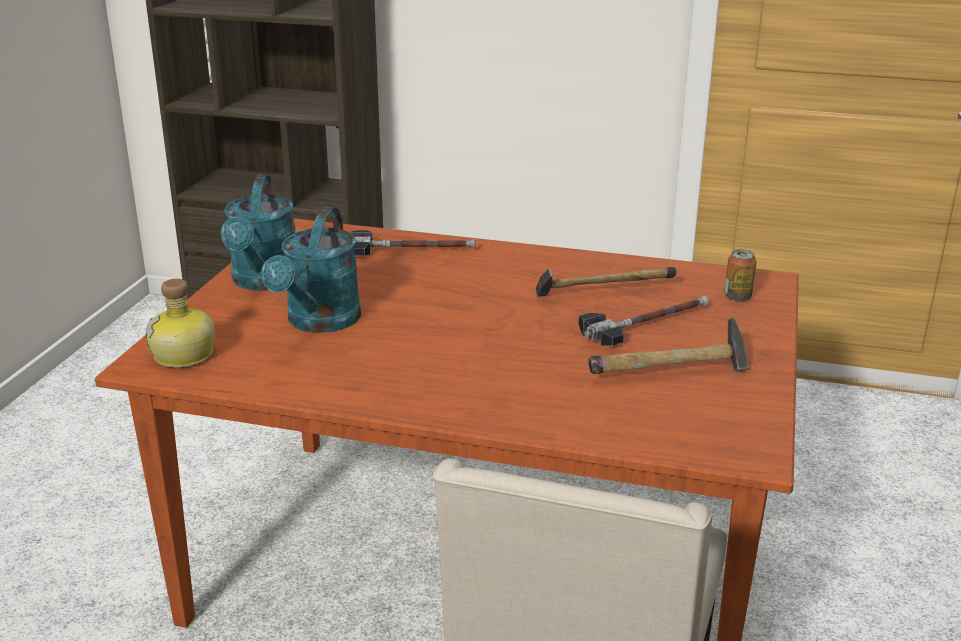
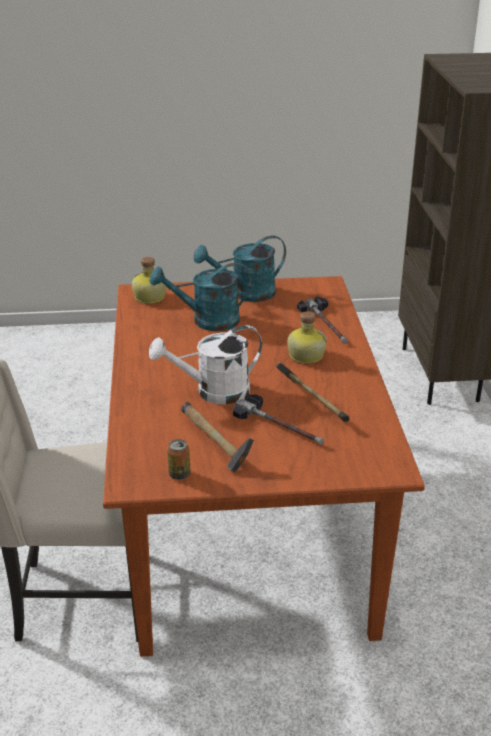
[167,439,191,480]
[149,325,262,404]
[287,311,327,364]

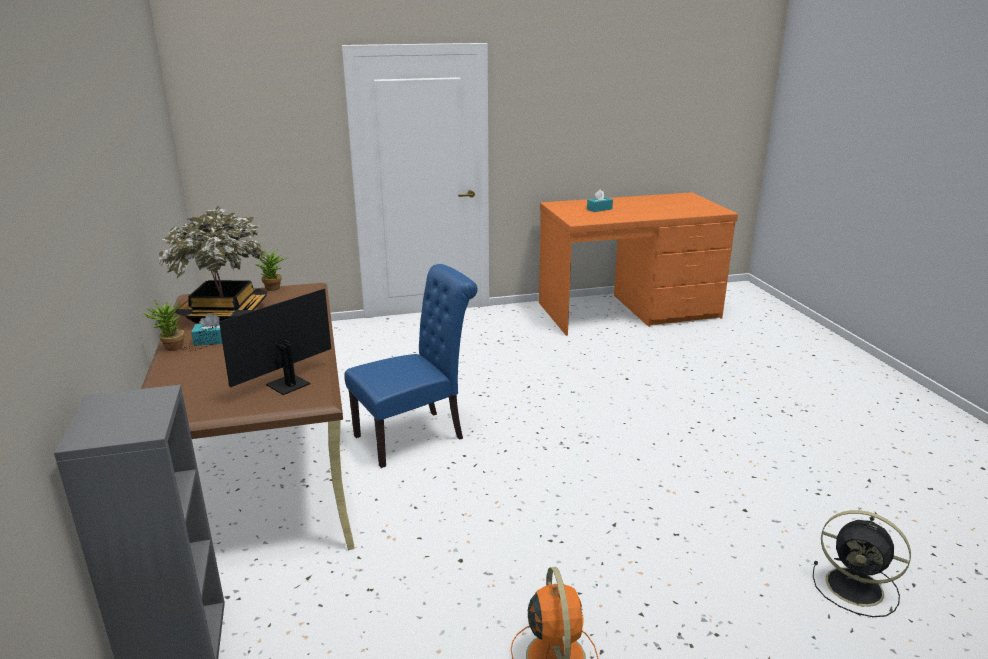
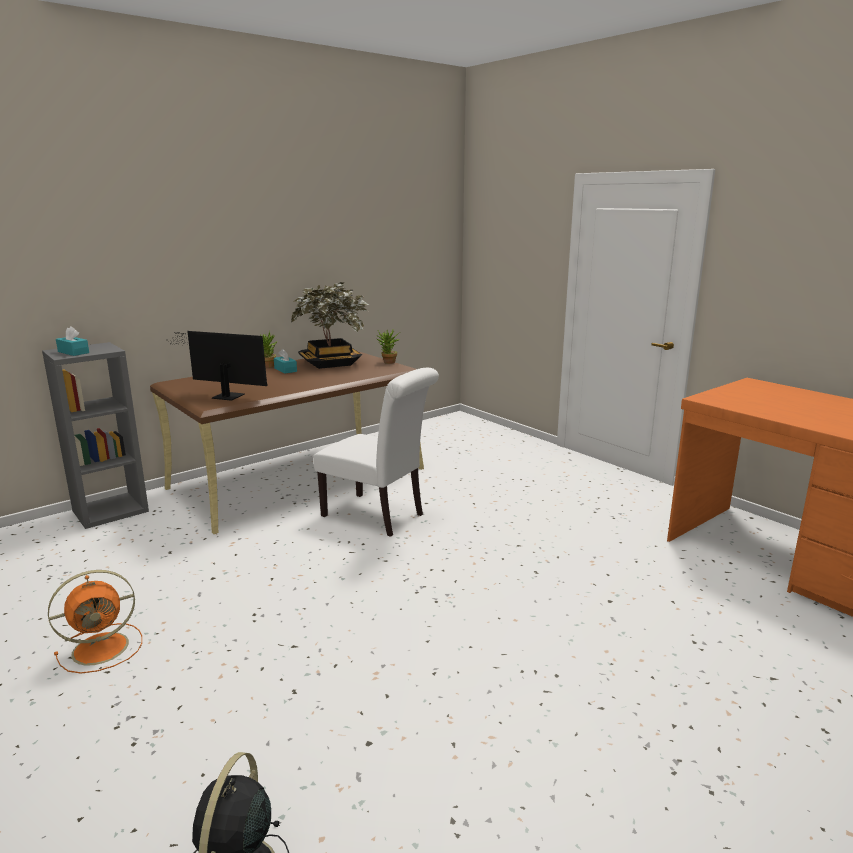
[313,368,439,537]
[56,326,89,356]

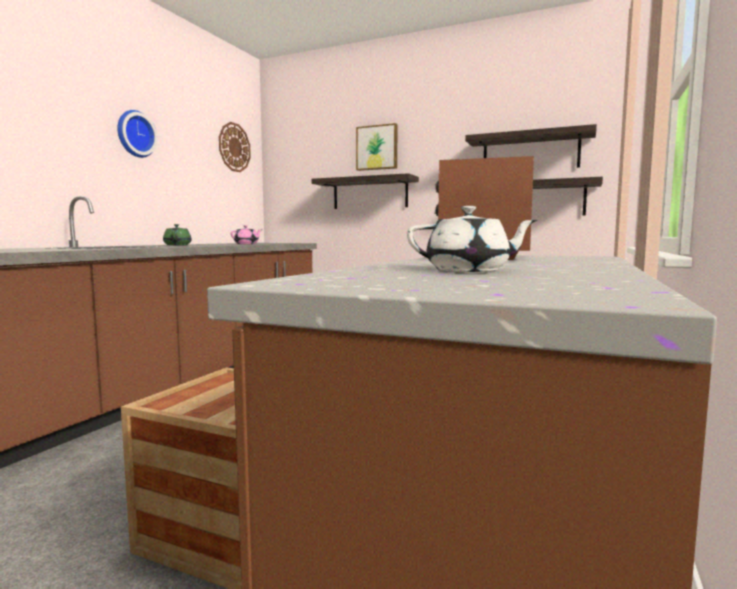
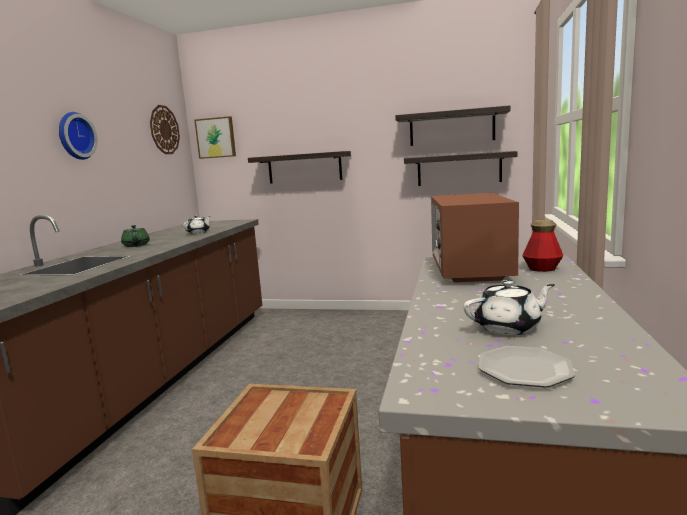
[183,215,210,234]
[194,116,236,159]
[479,346,575,387]
[522,219,563,272]

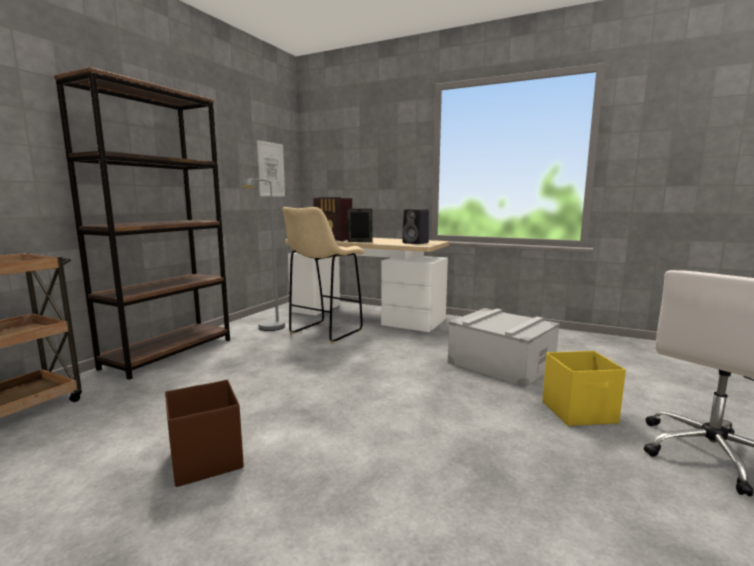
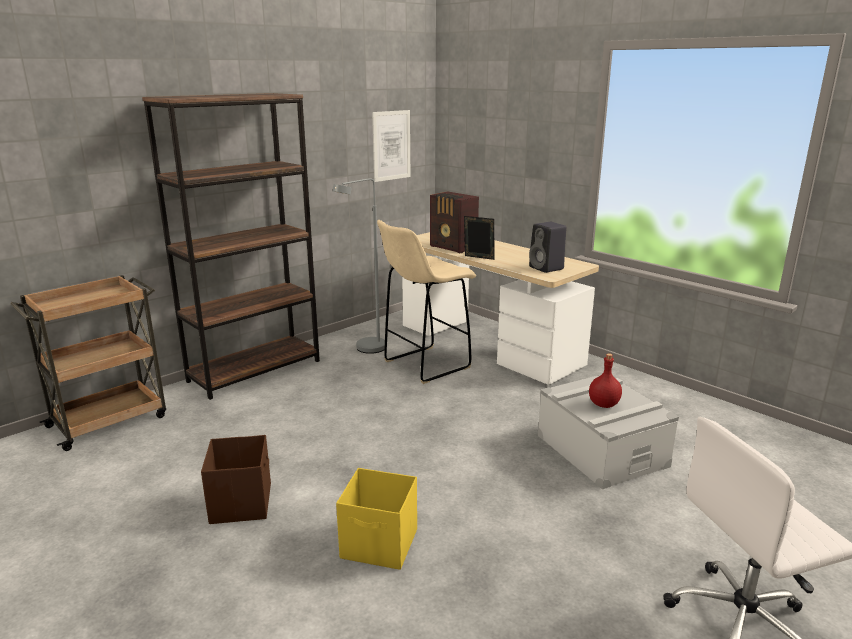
[336,468,417,570]
[589,353,622,408]

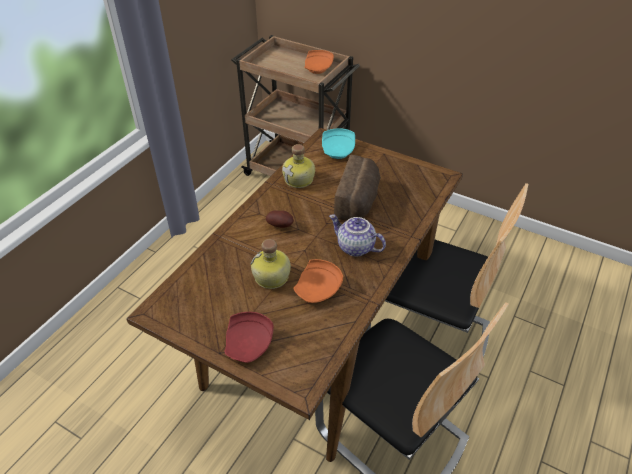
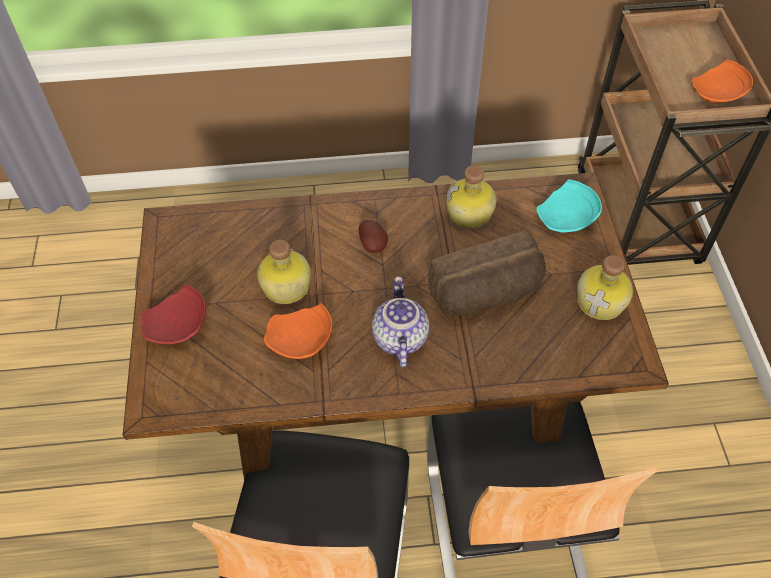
[577,255,633,320]

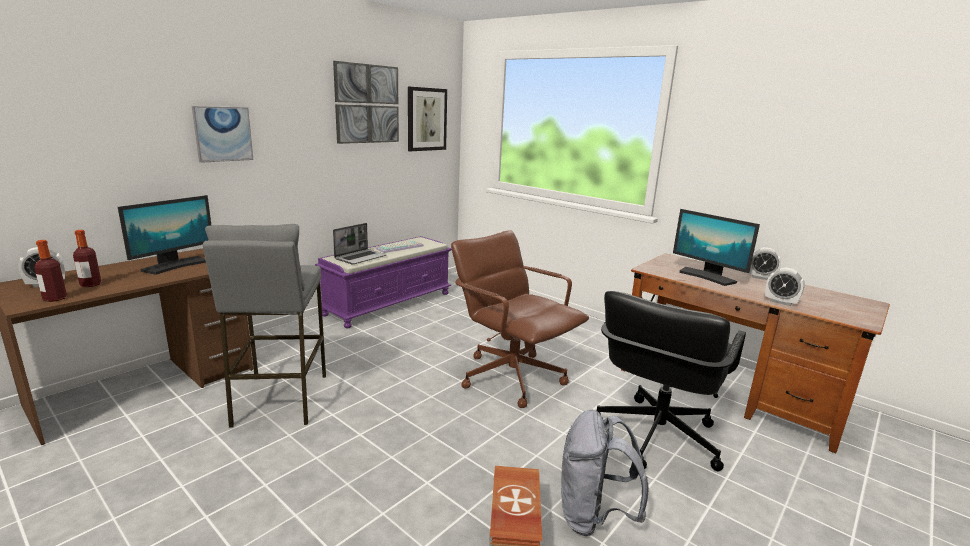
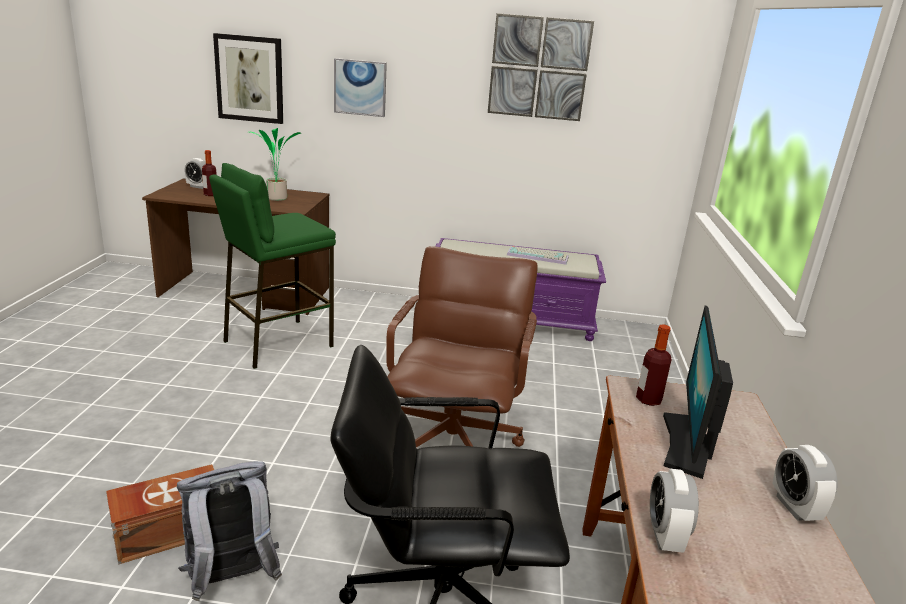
[636,324,672,406]
[251,128,301,201]
[209,163,336,369]
[333,223,386,264] (first image)
[213,33,283,124]

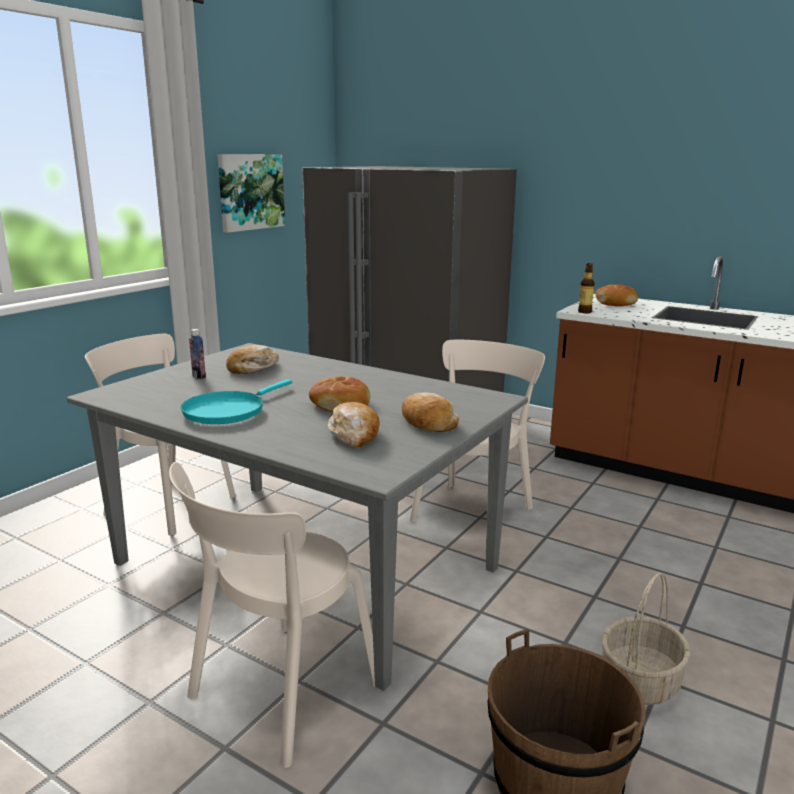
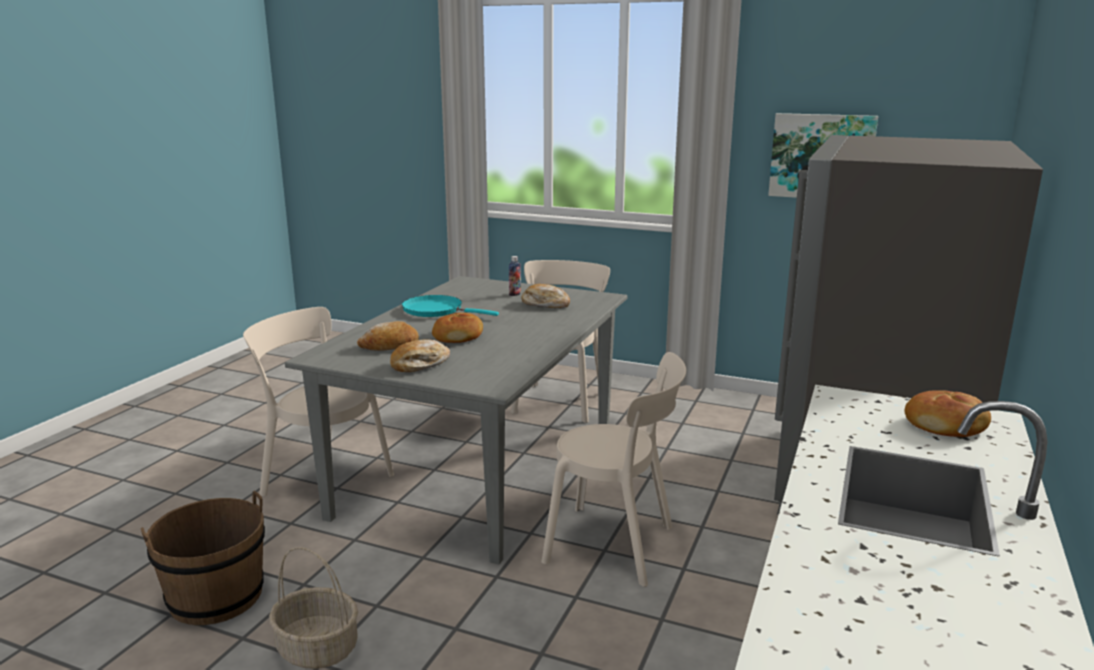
[578,263,595,313] (first image)

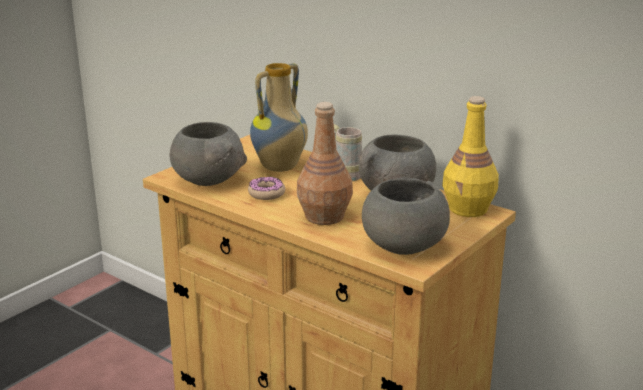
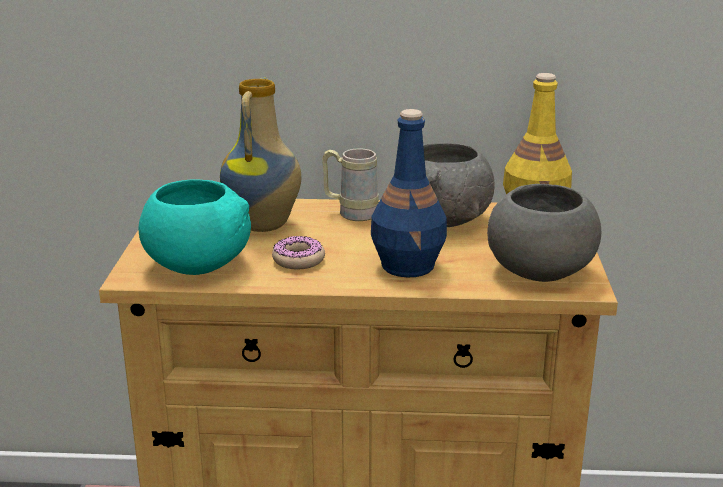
[139,180,251,275]
[371,109,447,277]

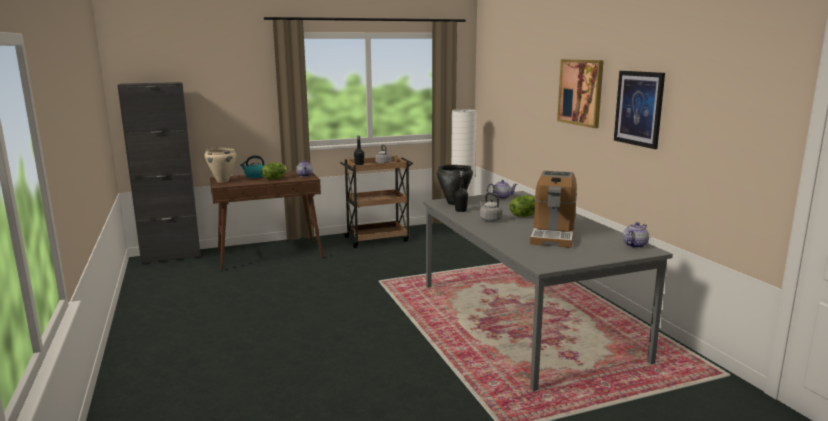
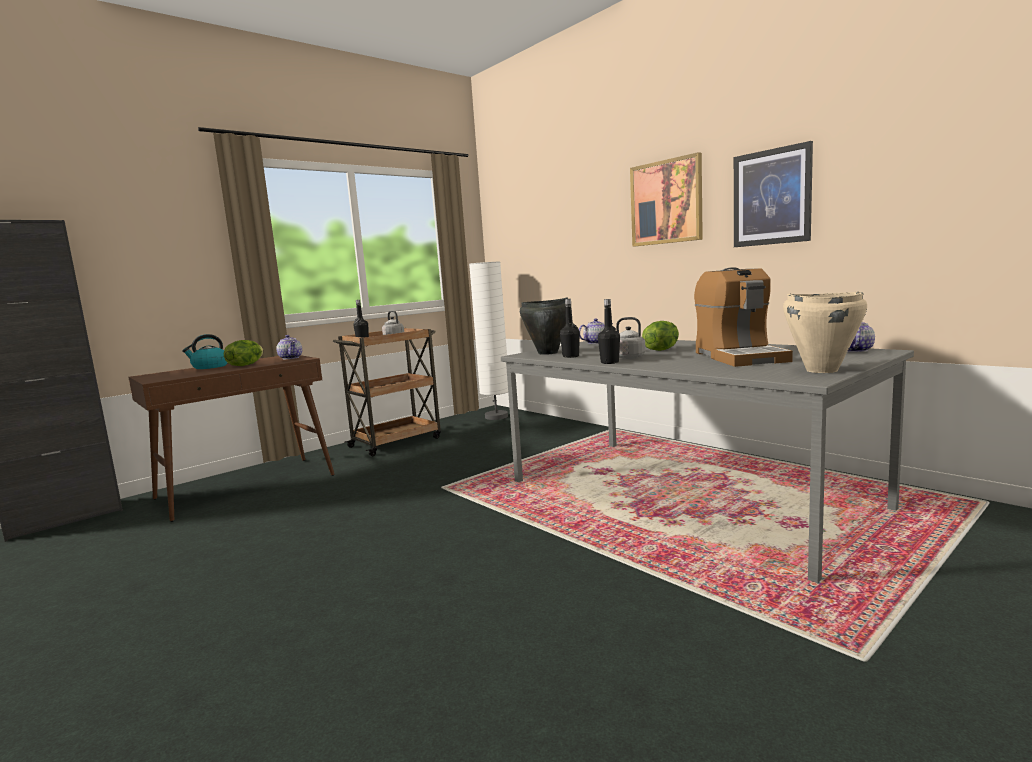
[783,292,867,373]
[598,299,620,364]

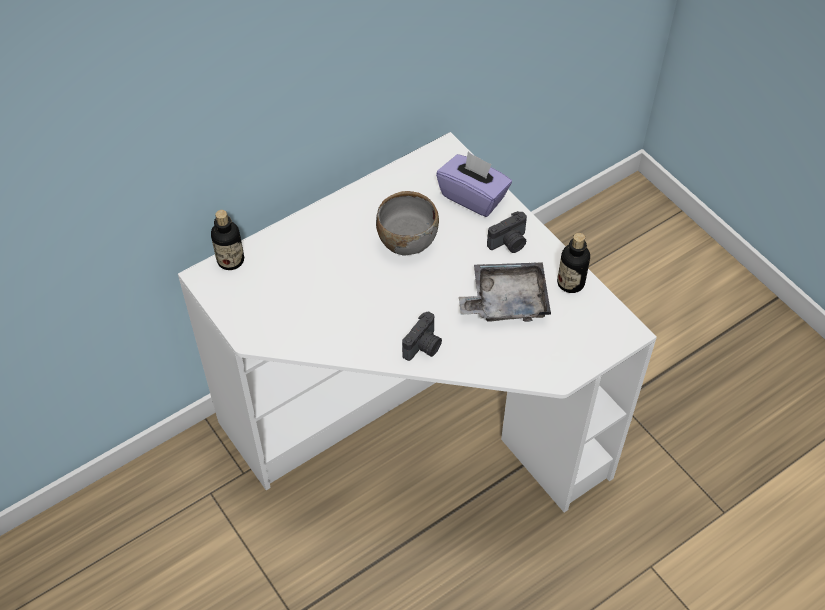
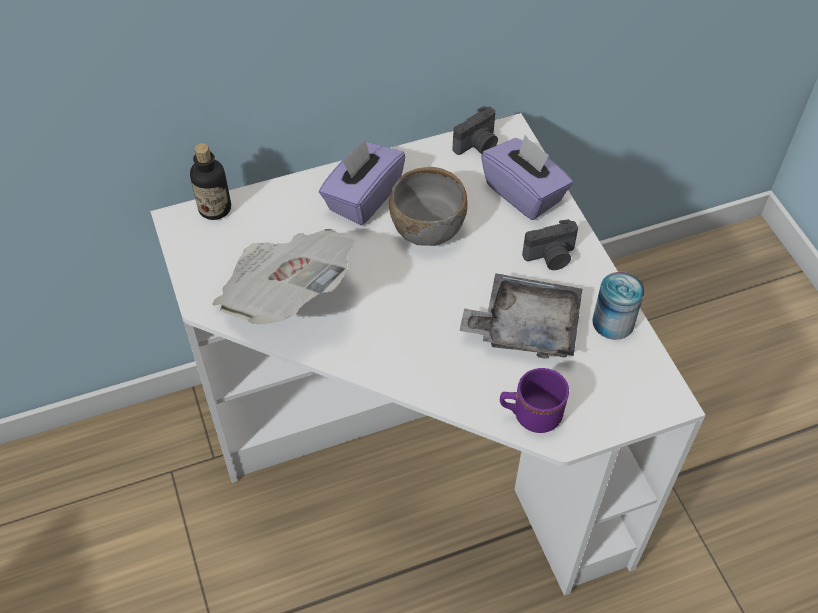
[453,106,498,155]
[592,272,645,340]
[212,229,355,324]
[319,140,406,225]
[500,368,569,433]

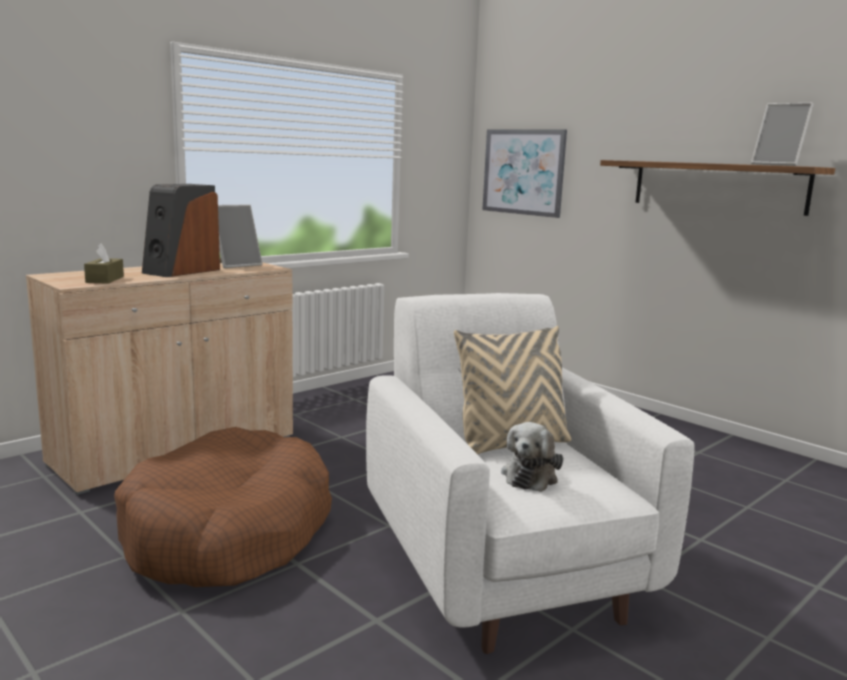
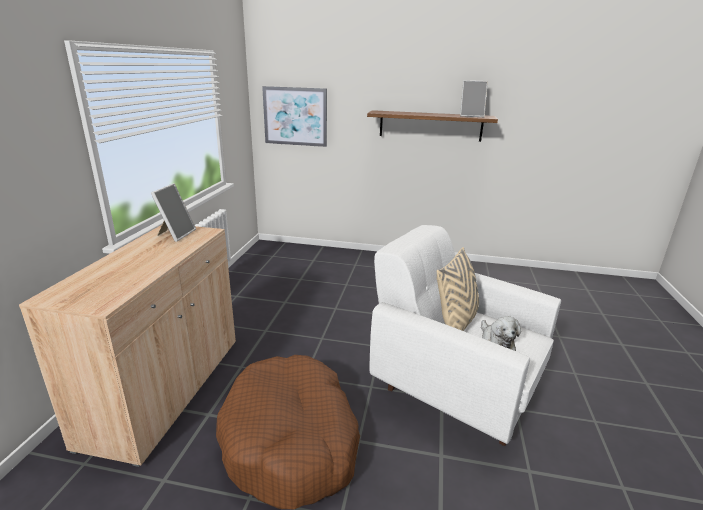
[84,243,124,284] (first image)
[142,184,220,277] (first image)

